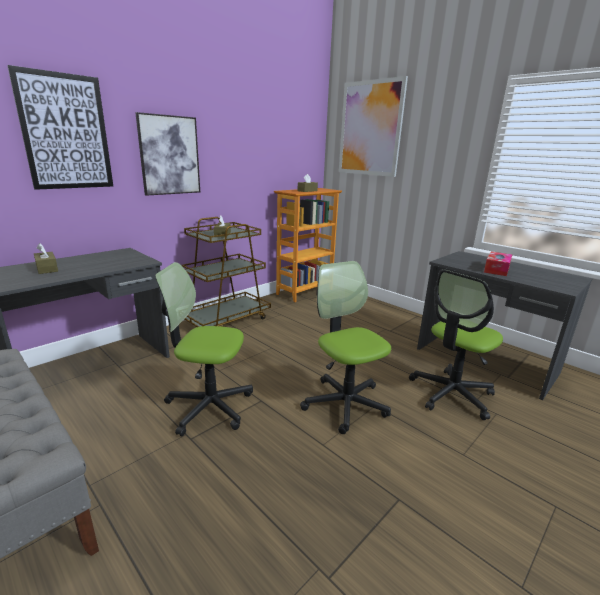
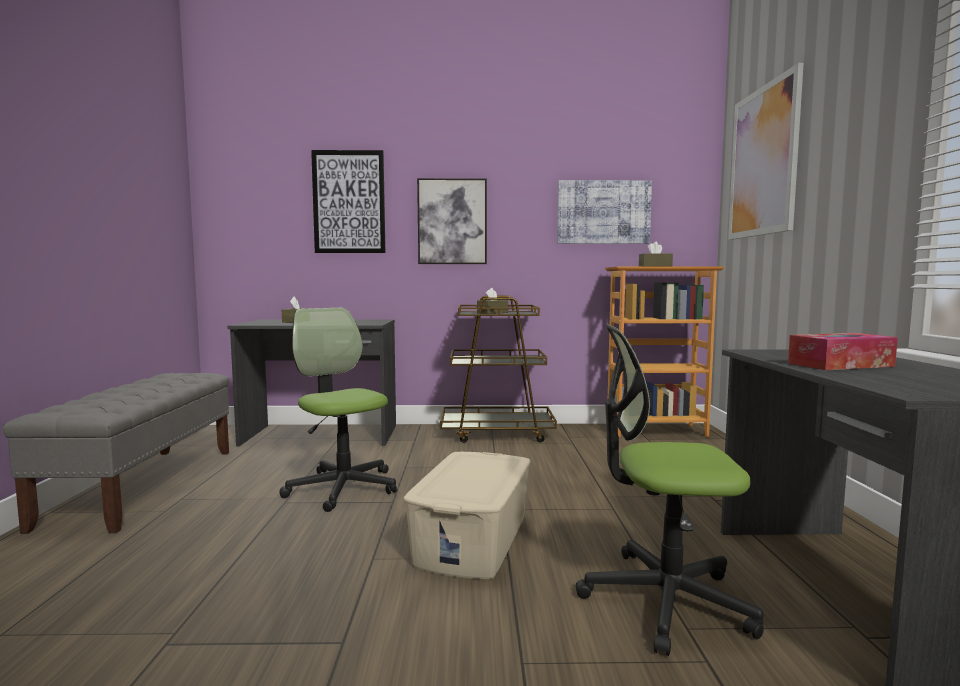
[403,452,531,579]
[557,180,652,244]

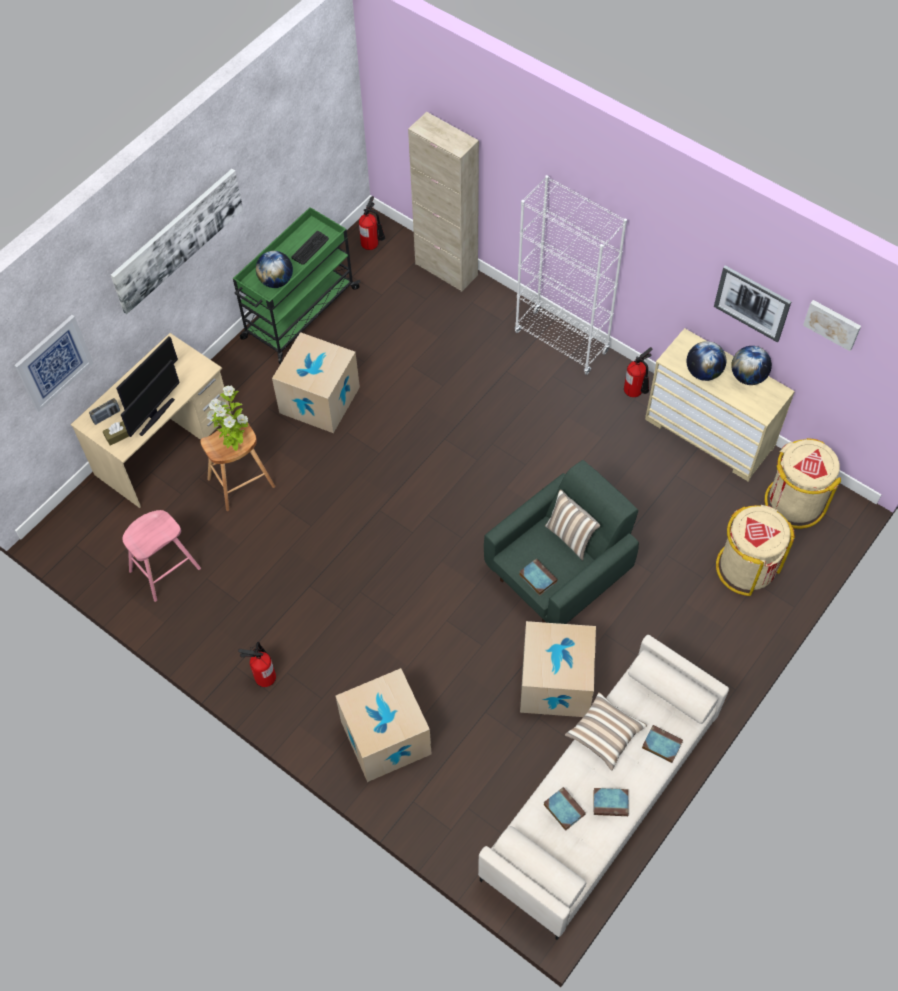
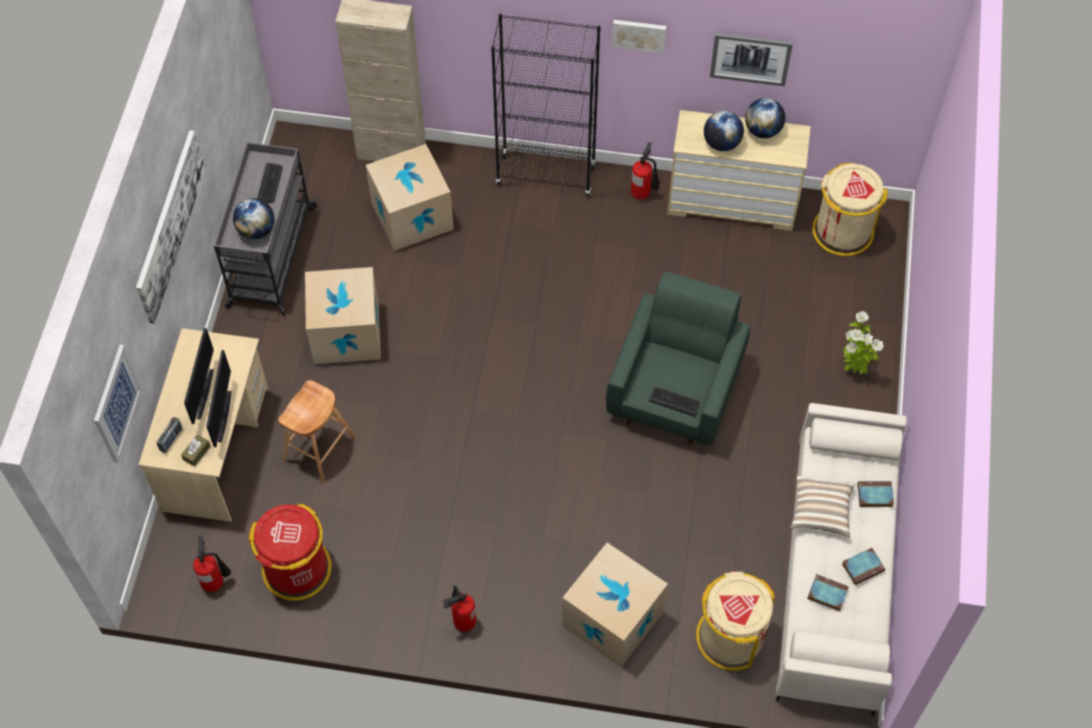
[249,504,332,601]
[843,311,884,374]
[214,142,317,316]
[193,536,231,592]
[491,14,601,196]
[649,387,700,416]
[366,144,454,251]
[545,490,600,561] (first image)
[696,571,775,671]
[612,20,666,54]

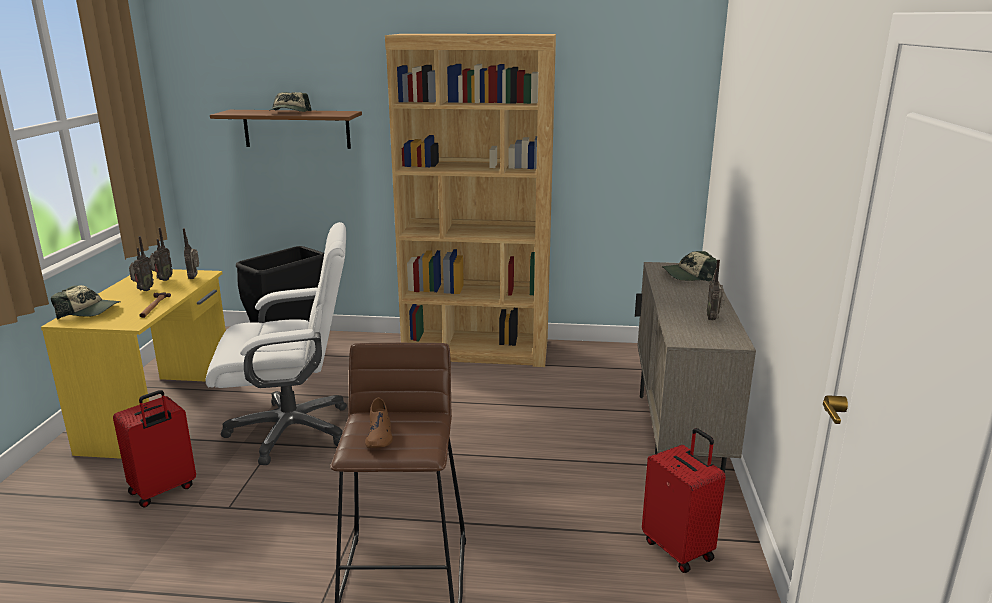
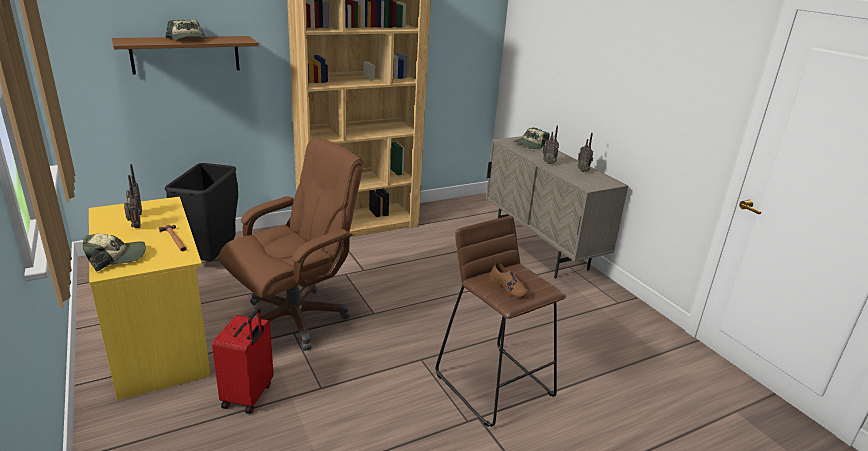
[542,126,559,164]
[219,138,363,351]
[642,428,726,573] (first image)

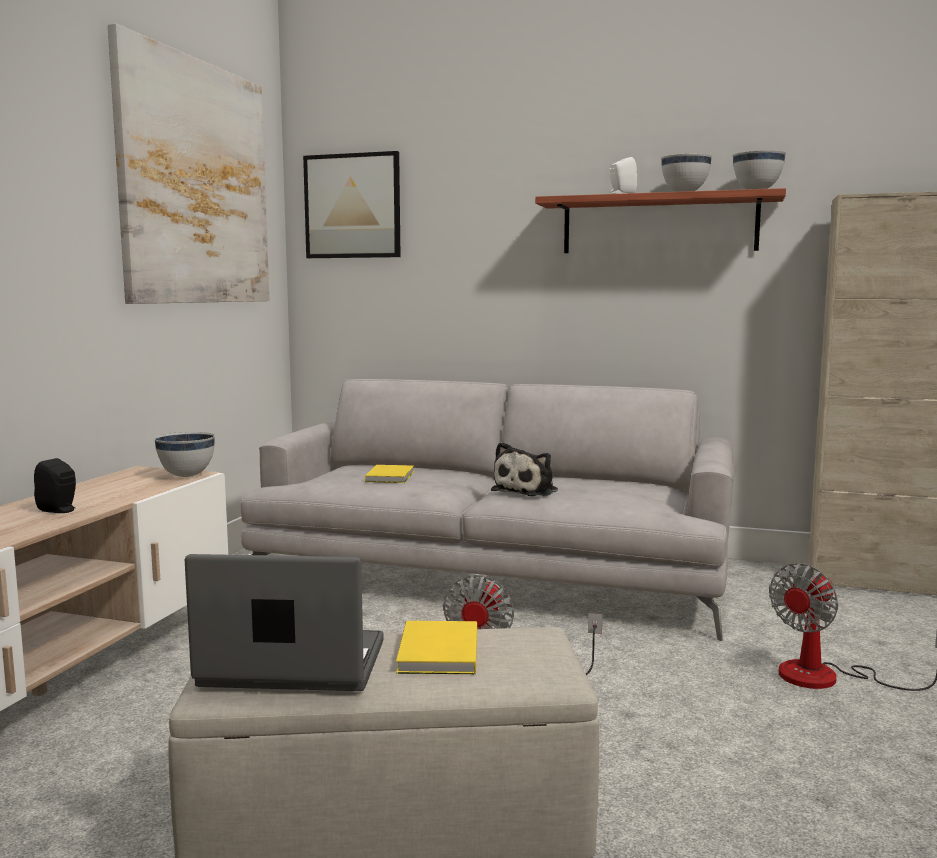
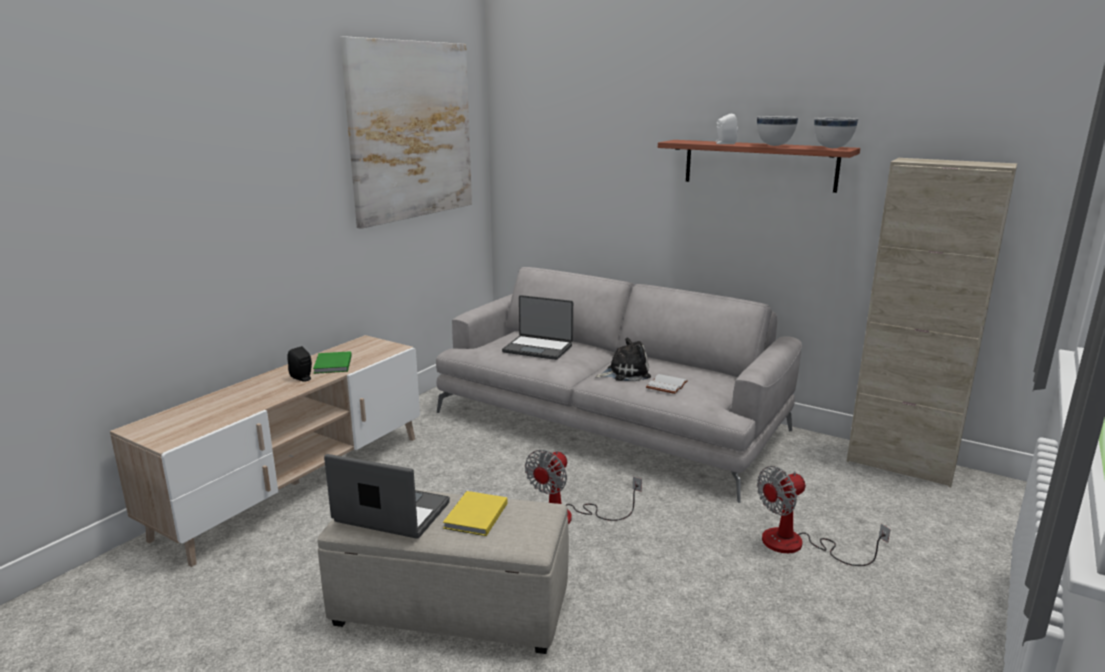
[154,432,215,477] (first image)
[303,151,401,258] (first image)
[502,295,573,360]
[595,338,651,381]
[313,351,352,374]
[646,374,688,394]

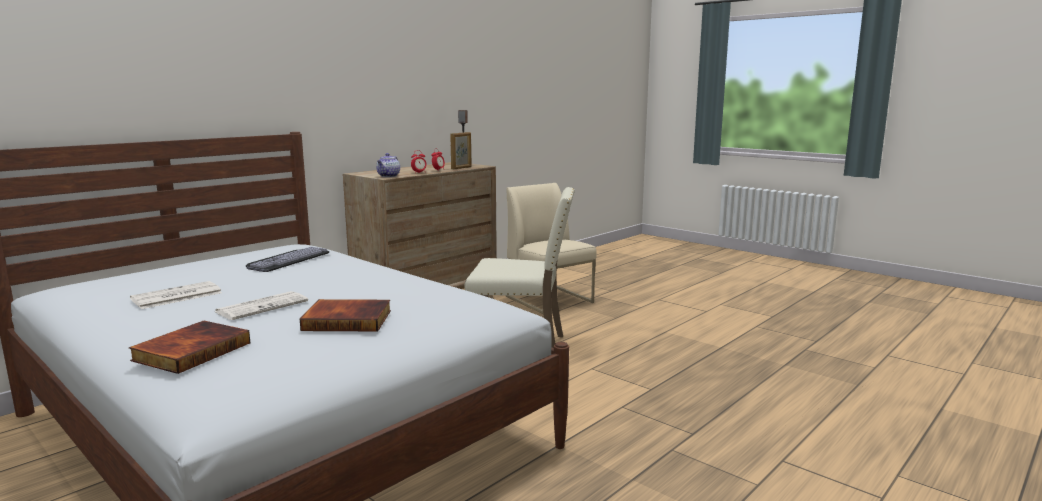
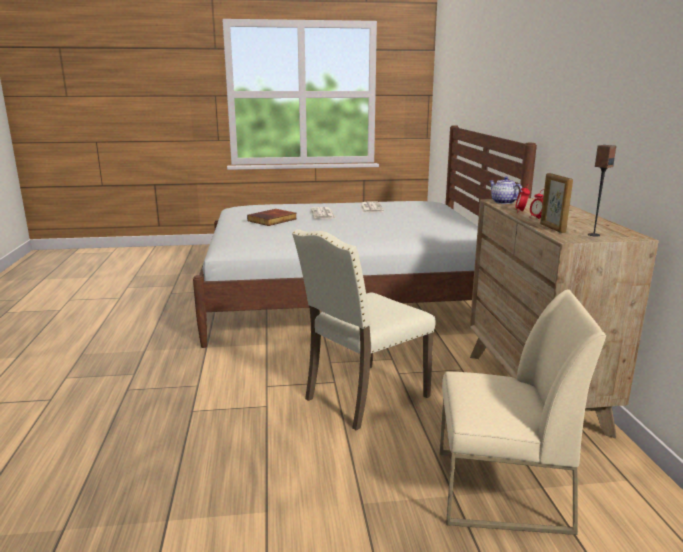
[129,321,251,374] (first image)
[246,247,330,272] (first image)

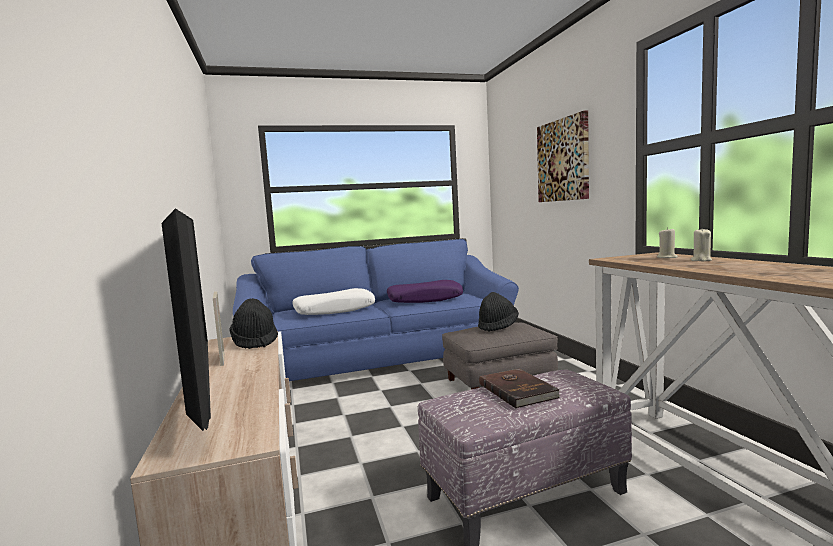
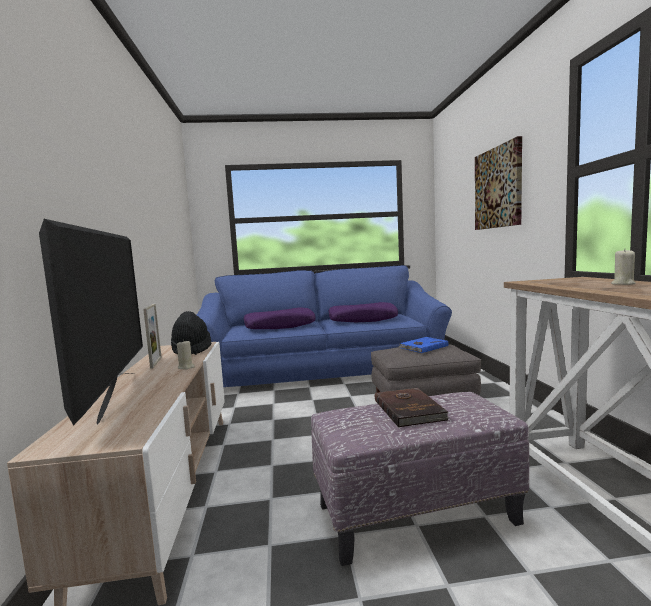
[244,308,316,329]
[398,337,448,353]
[177,340,195,370]

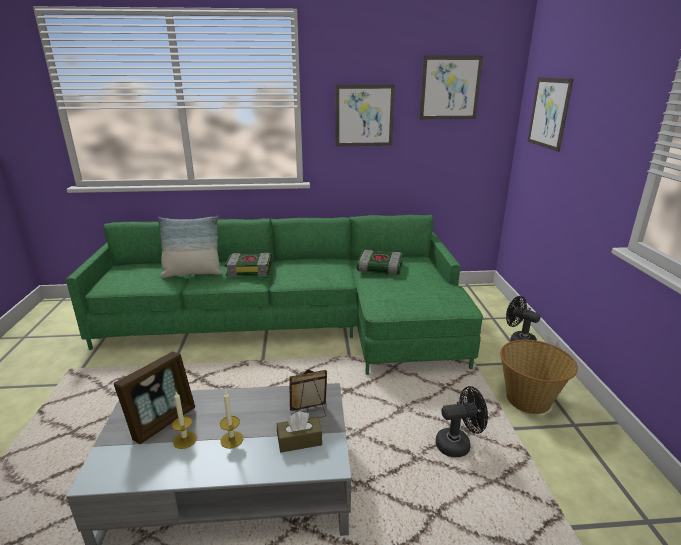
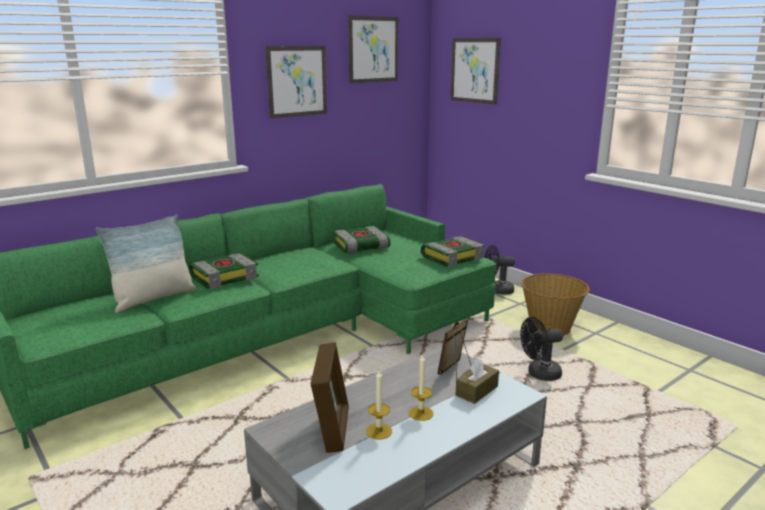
[520,317,563,381]
[421,236,485,267]

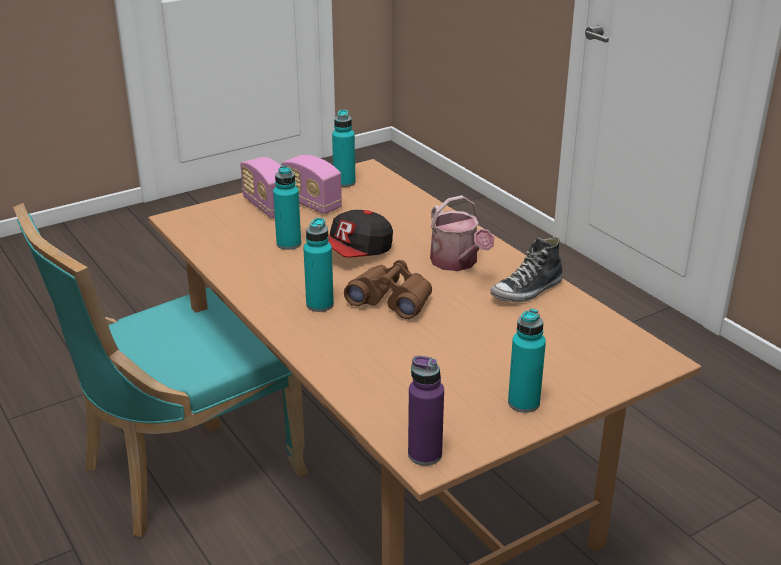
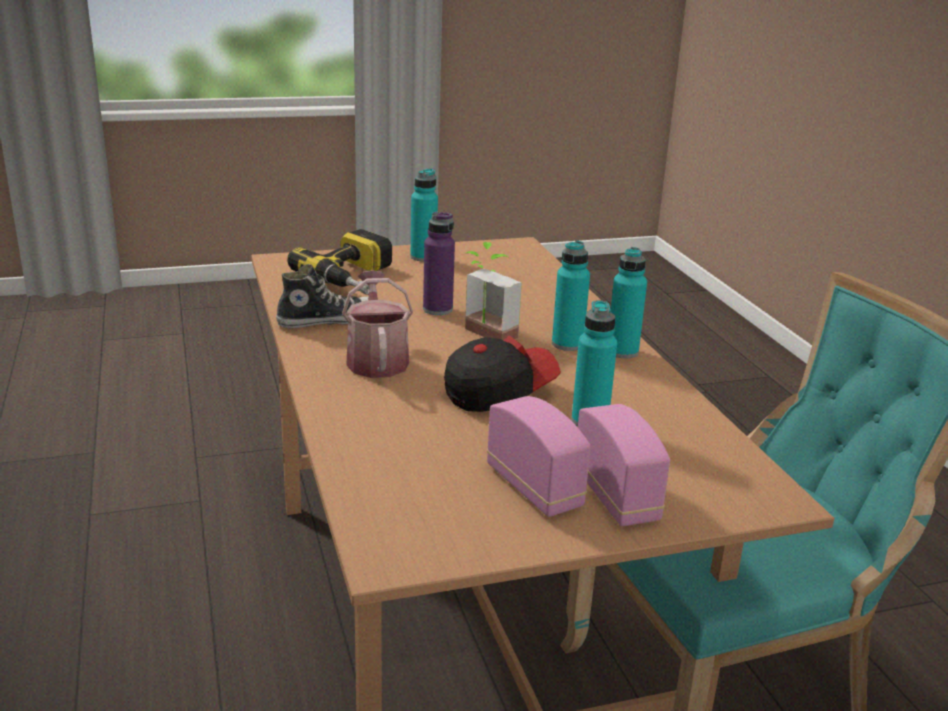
[611,247,647,358]
[465,242,522,340]
[423,212,455,315]
[287,229,392,295]

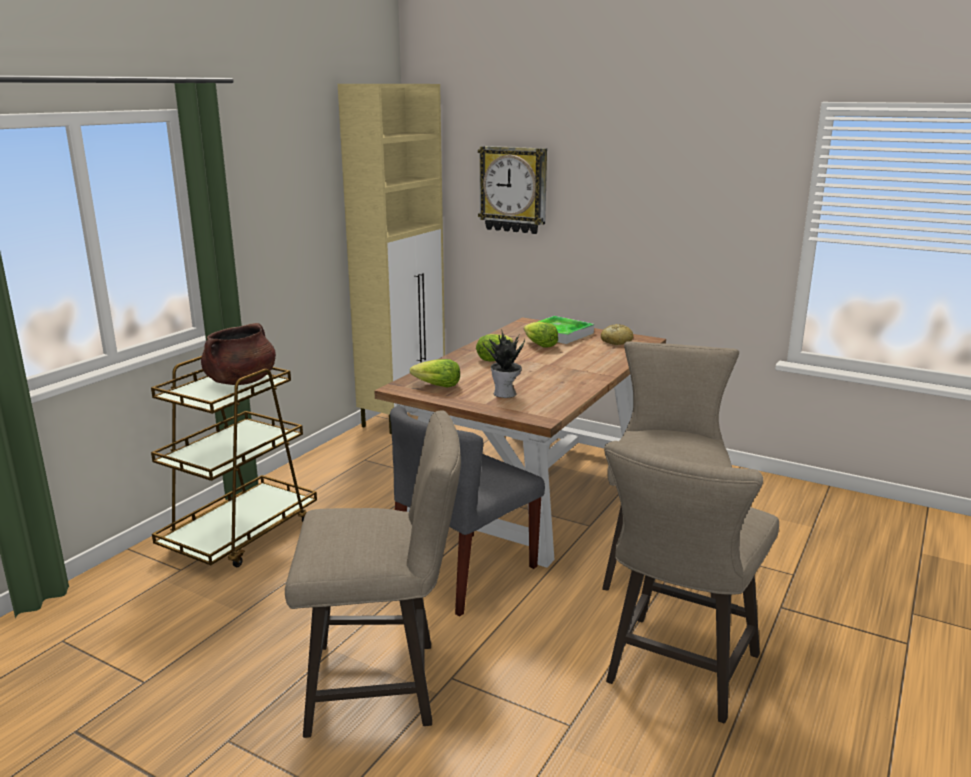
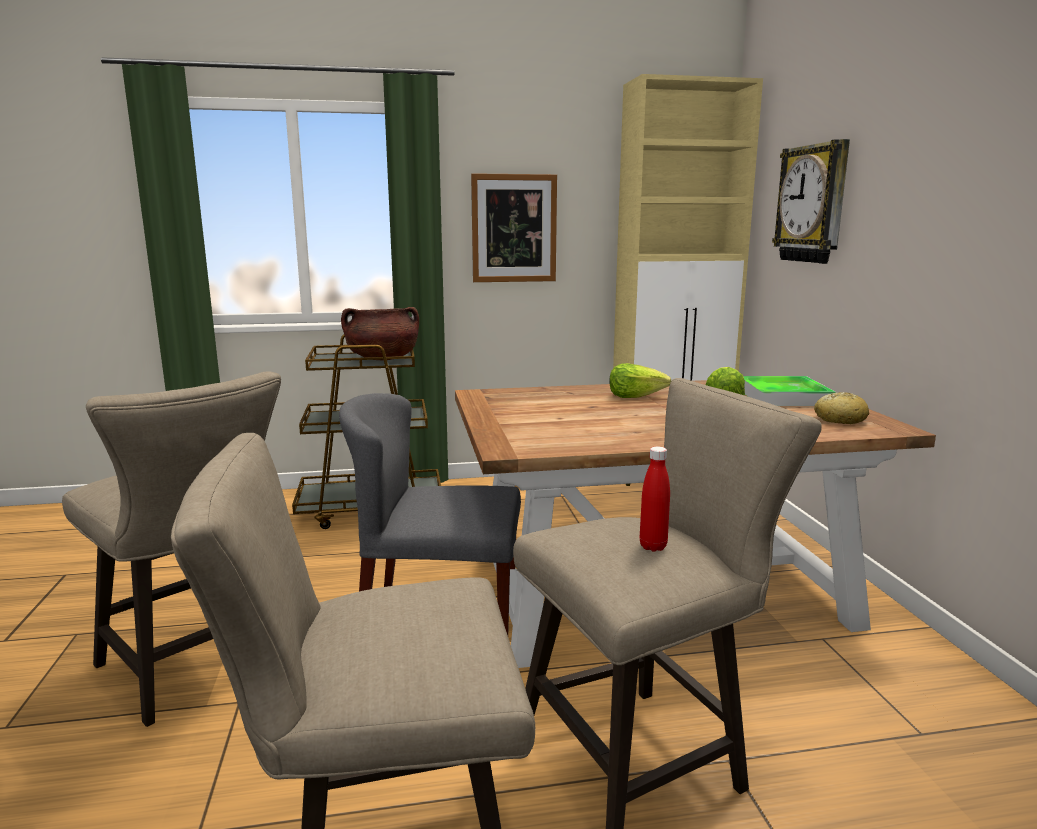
[410,359,460,388] (first image)
[483,329,525,398] (first image)
[471,173,557,282]
[640,446,670,552]

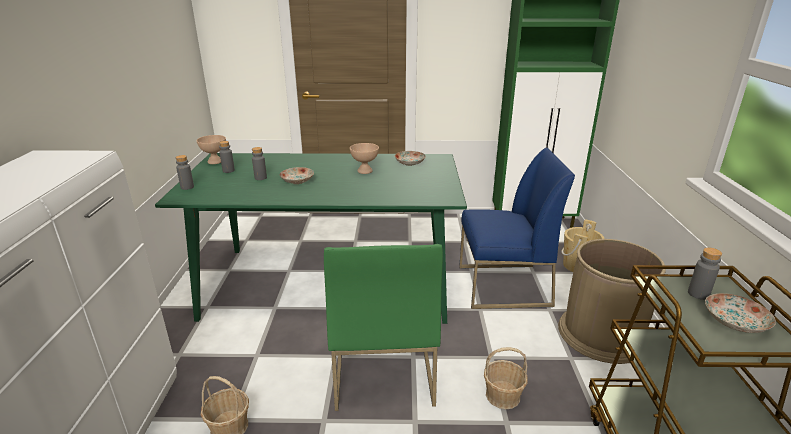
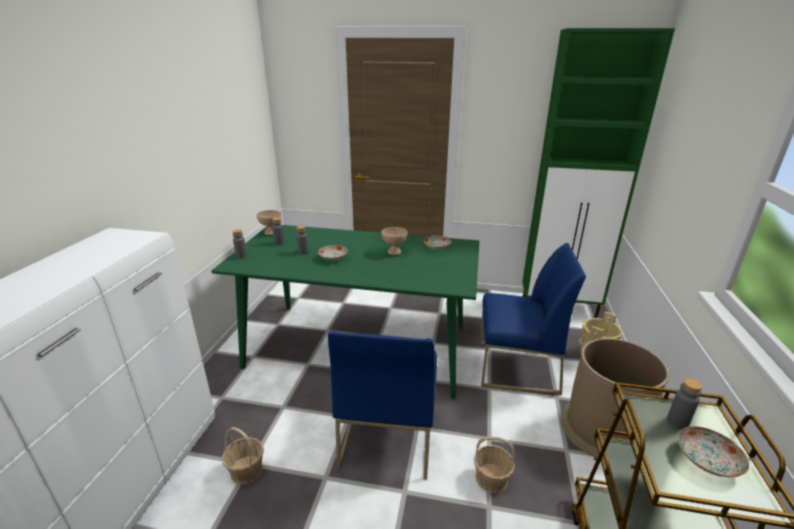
[328,331,437,480]

